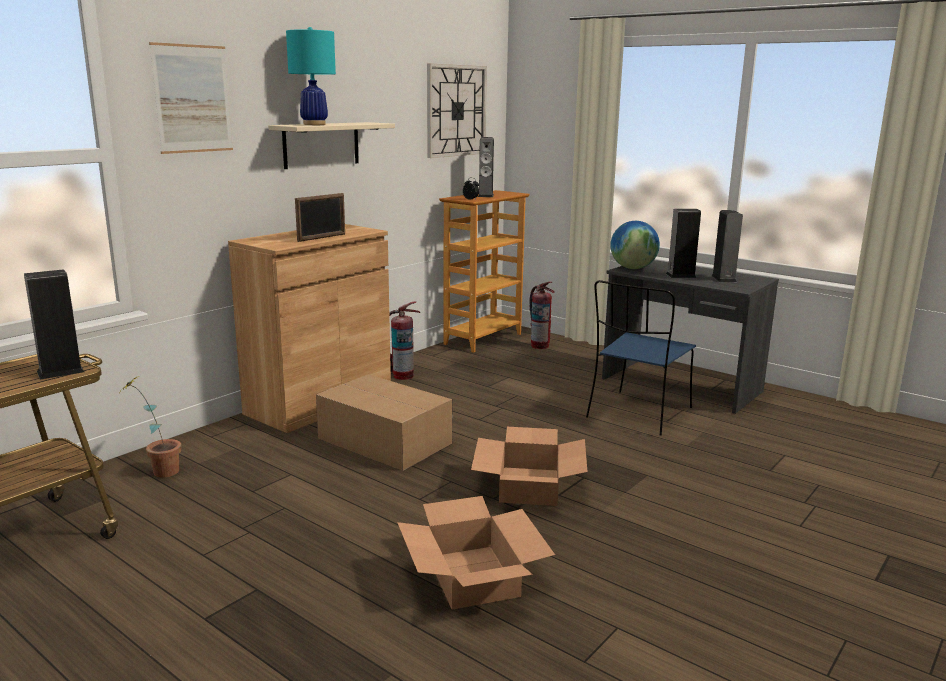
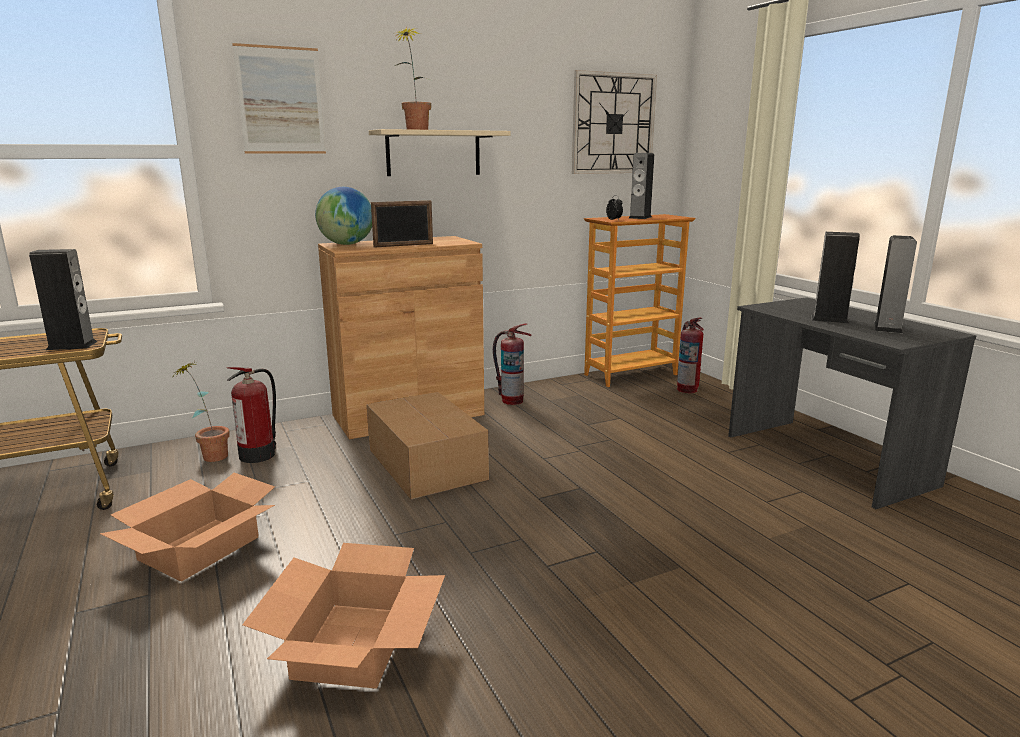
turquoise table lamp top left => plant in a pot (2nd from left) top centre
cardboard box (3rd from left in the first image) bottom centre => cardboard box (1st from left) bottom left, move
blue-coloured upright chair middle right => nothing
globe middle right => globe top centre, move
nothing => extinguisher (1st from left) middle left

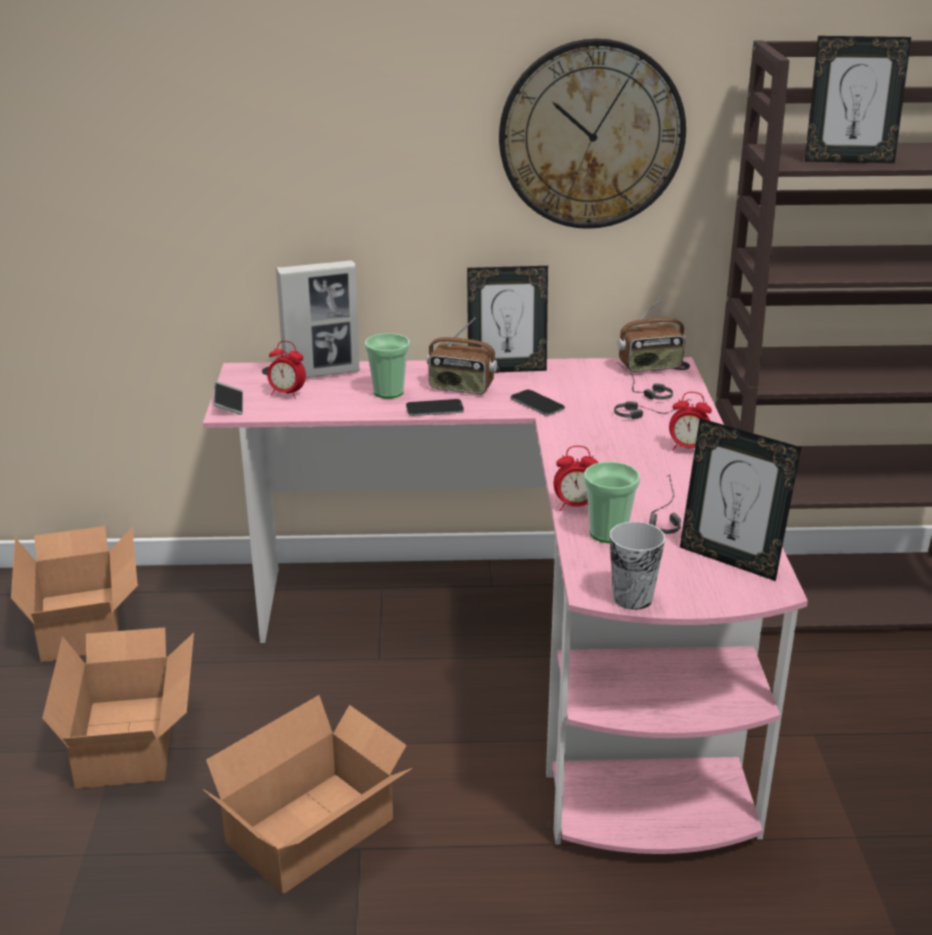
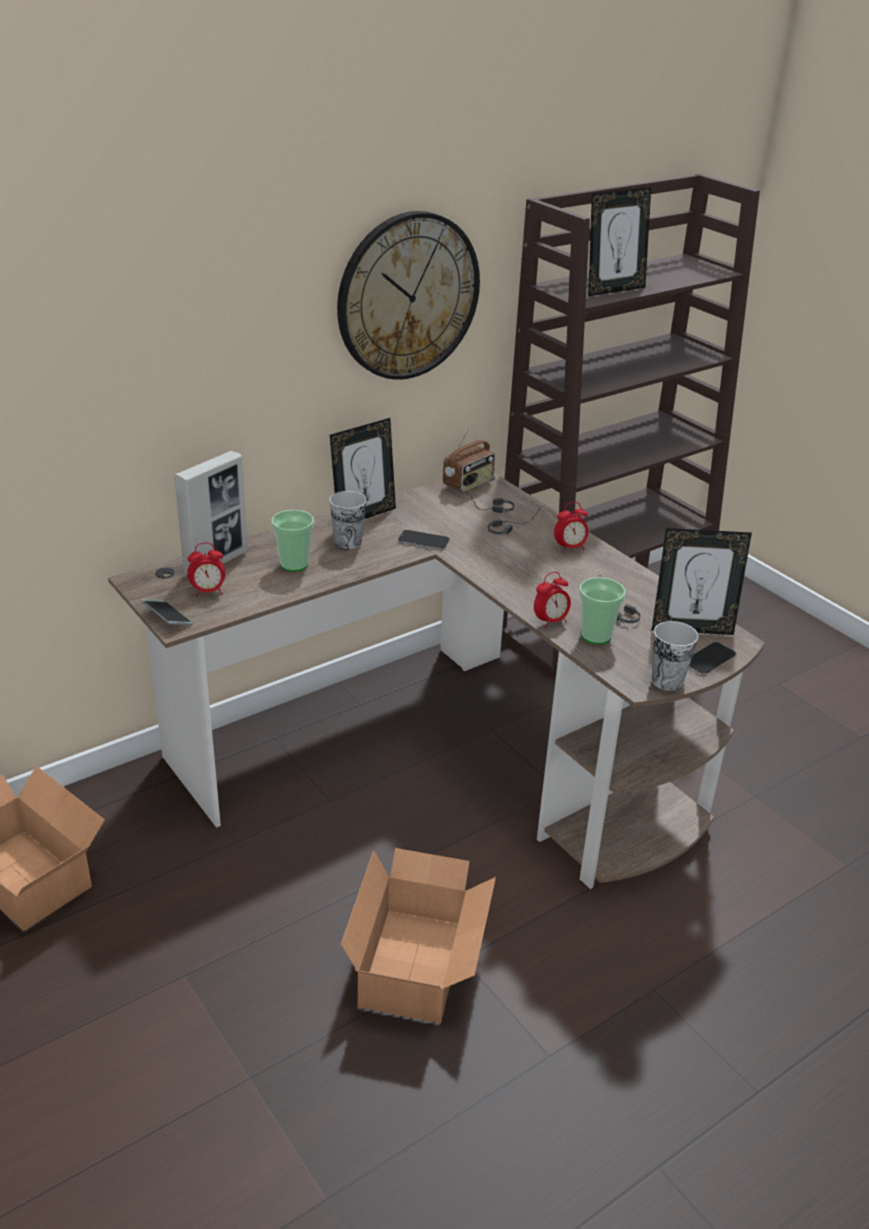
cardboard box (2nd from left) bottom left => nothing
pink-coloured desk table centre => brown desk table centre
telephone (2nd from left in the first image) centre => telephone (3rd from left) middle right, move
radio set (1st from left) centre => small cup (2nd from left) centre

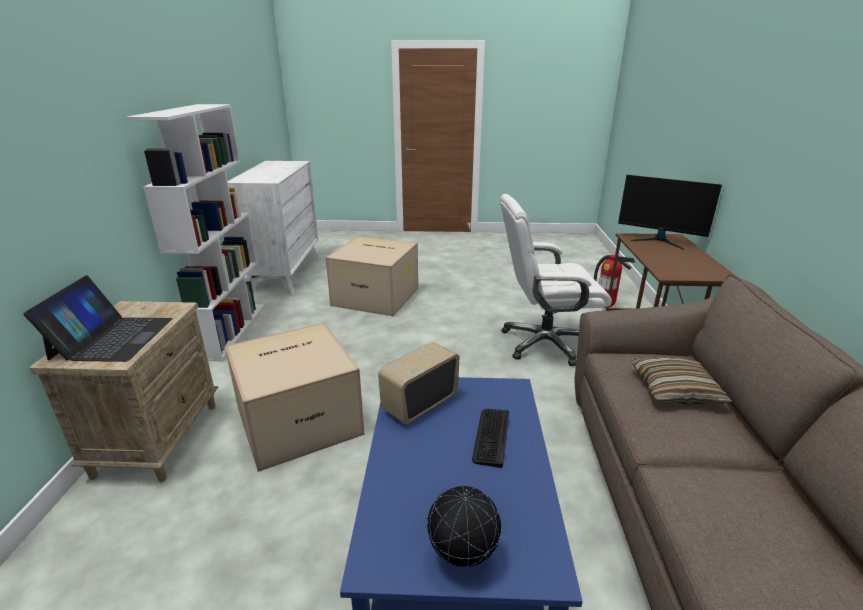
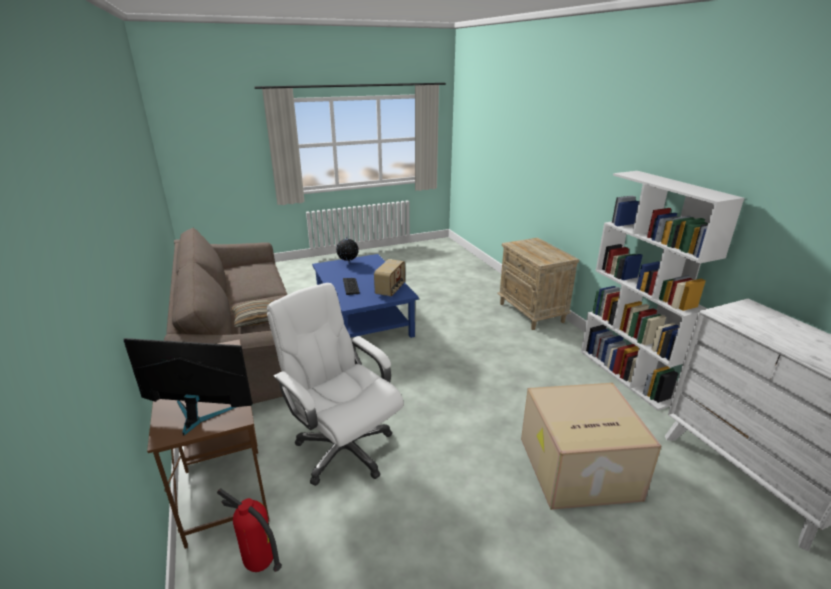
laptop middle left => nothing
cardboard box (1st from left) centre => nothing
white desk chair centre, 105 degrees counterclockwise

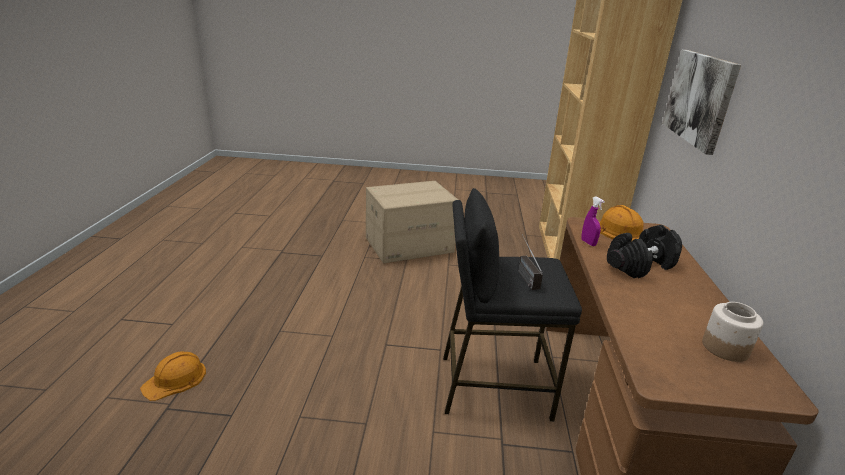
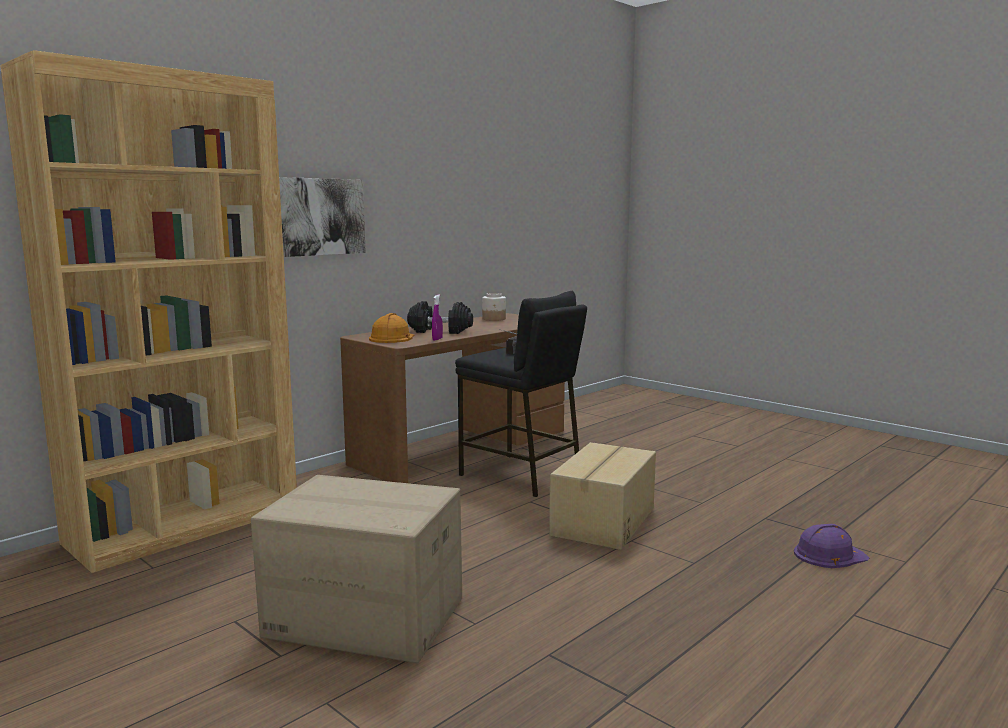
orange work helmet (1st from left) bottom left => purple work helmet bottom right
nothing => cardboard box (2nd from left) bottom centre

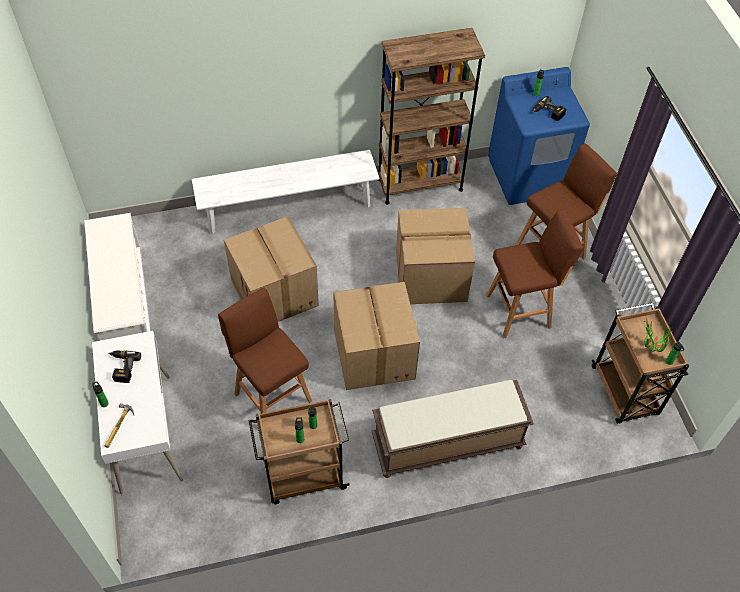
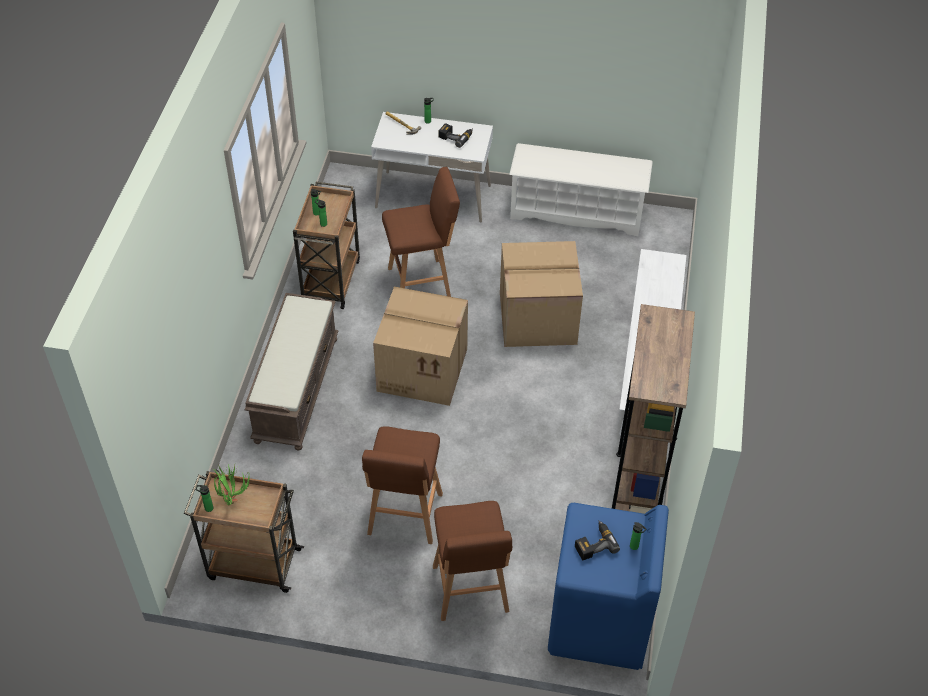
cardboard box (3rd from left) centre => nothing

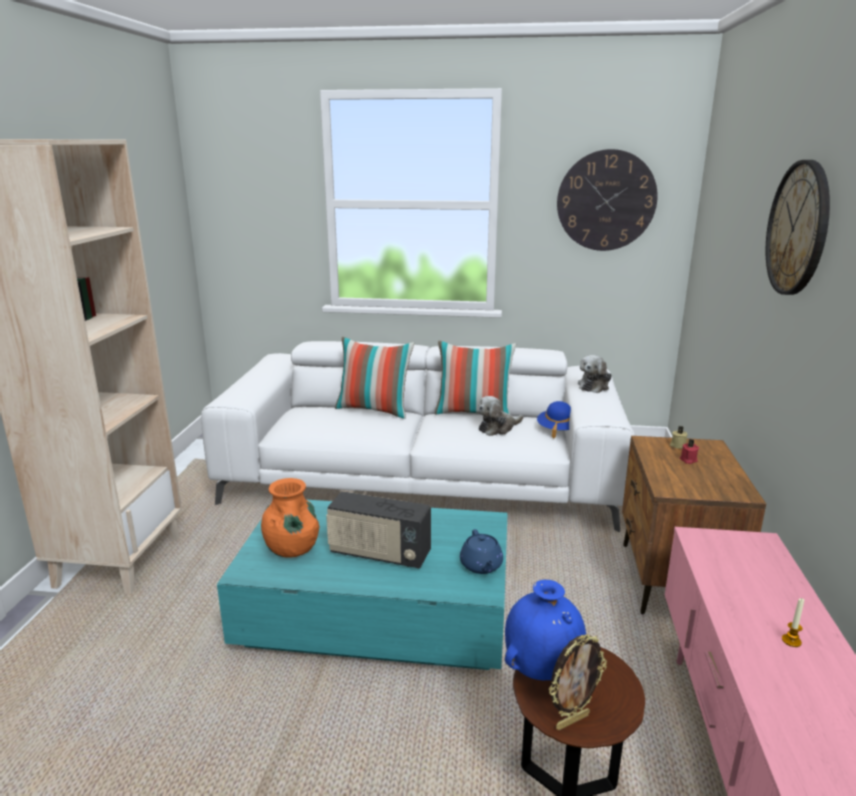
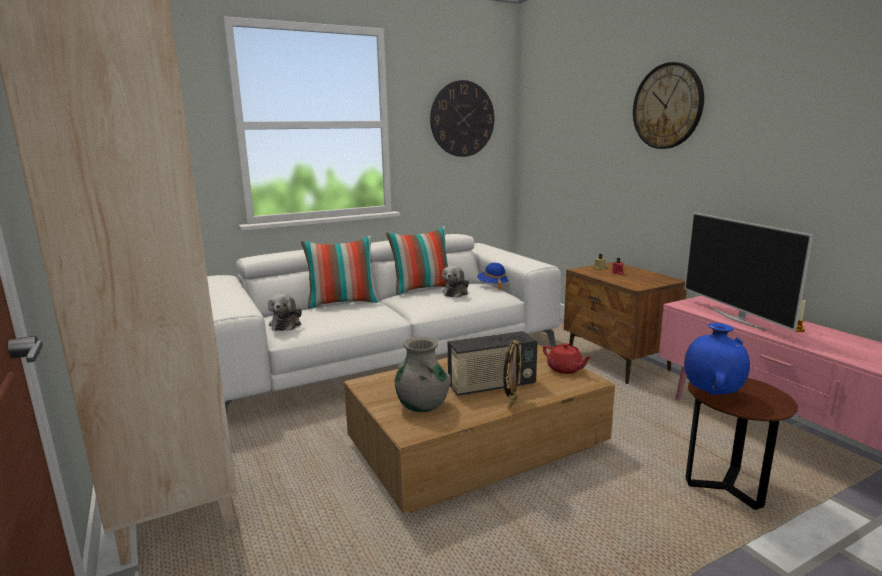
turquoise coffee table bottom centre => brown coffee table bottom centre
orange vase centre => grey vase centre
blue-coloured tea pot bottom centre => red tea pot centre
photo frame bottom right => photo frame centre, move
cuddly toy (2nd from left in the first image) middle right => cuddly toy (1st from left) middle left, move
nothing => TV set middle right

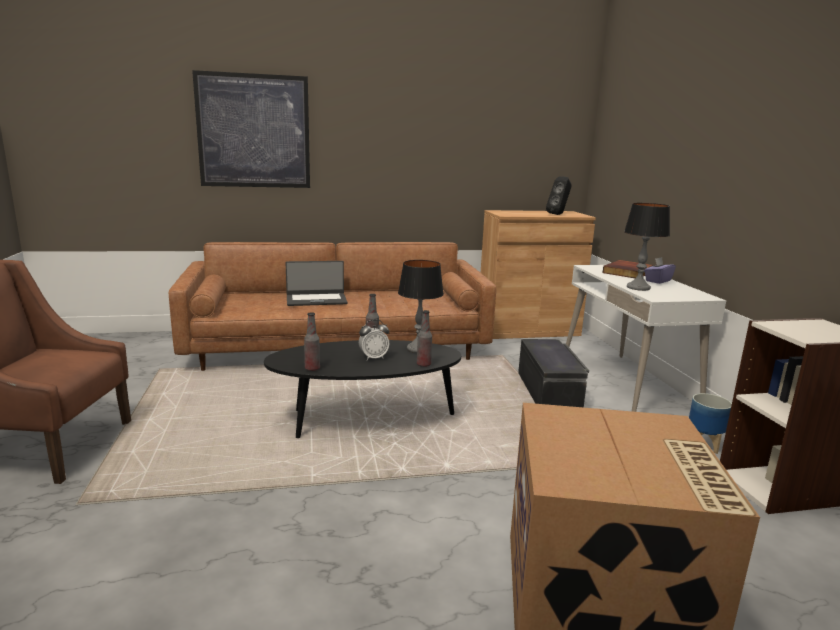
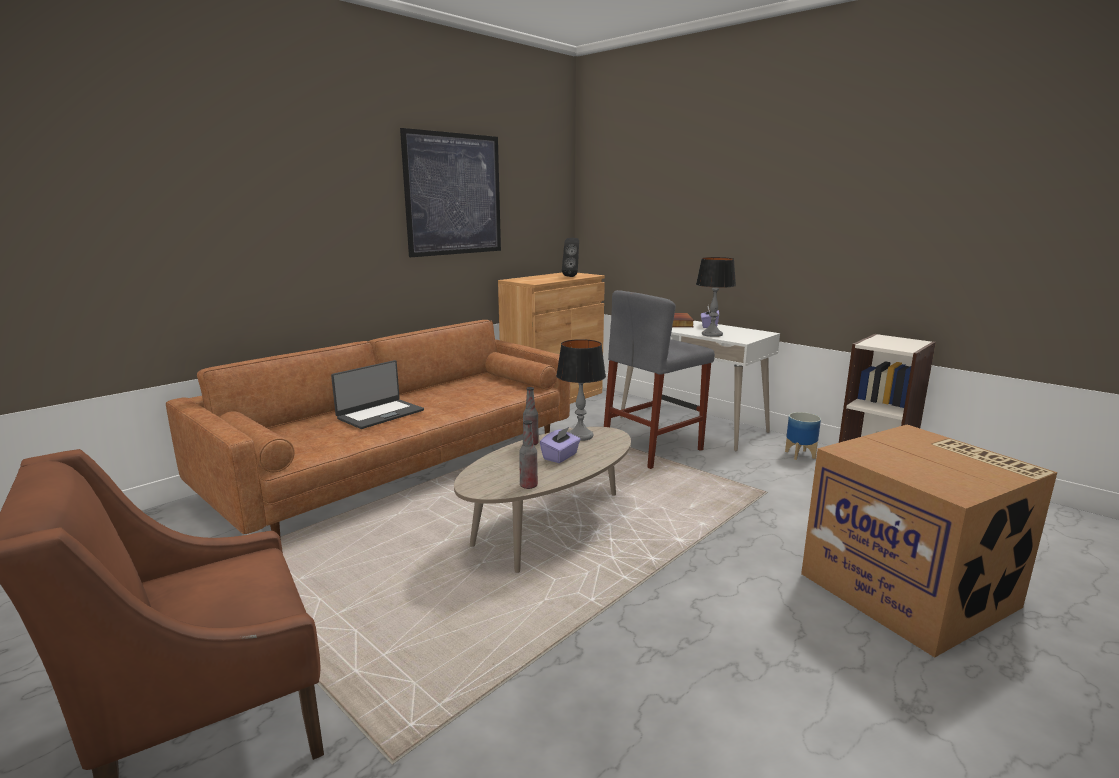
picture top left => picture top centre, move
black-coloured coffee table centre => beige coffee table centre
bedside clock centre => purple tissue holder (1st from left) centre
beverage bottle (3rd from left) centre => nothing
black-coloured storage bin centre => grey sitting stool centre

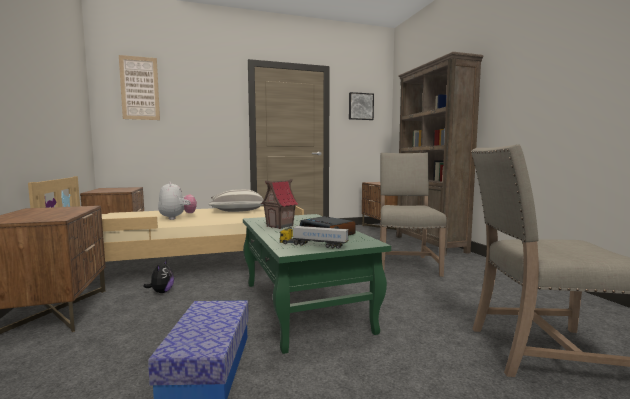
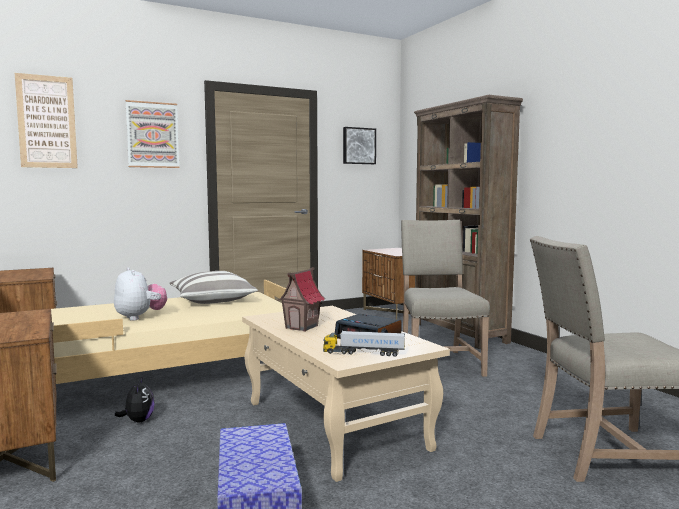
green-coloured coffee table bottom centre => beige coffee table bottom centre
nothing => picture (2nd from left) top left

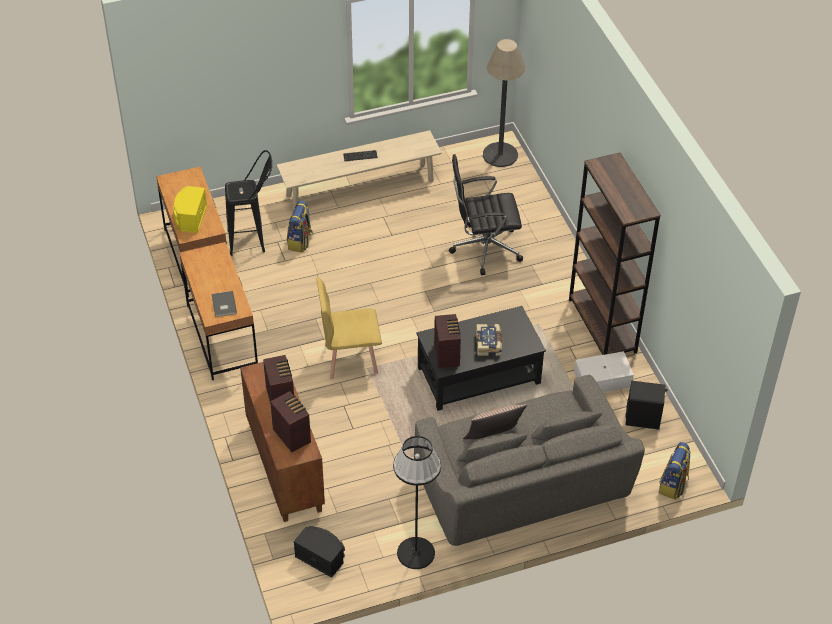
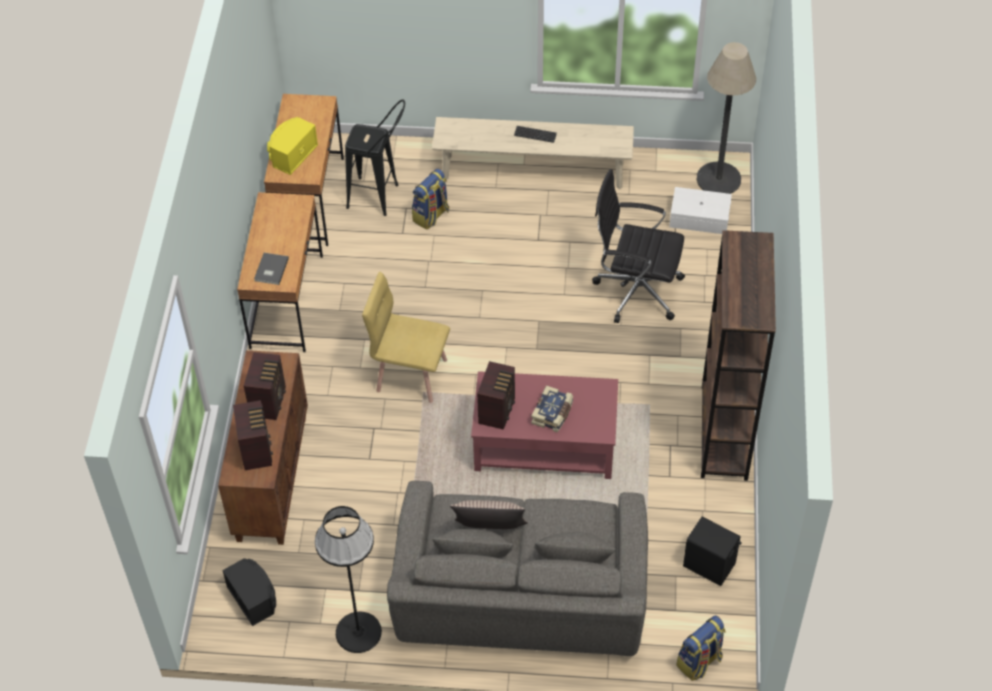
black-coloured coffee table centre => red coffee table centre
white storage bin middle right => white storage bin top right, move

